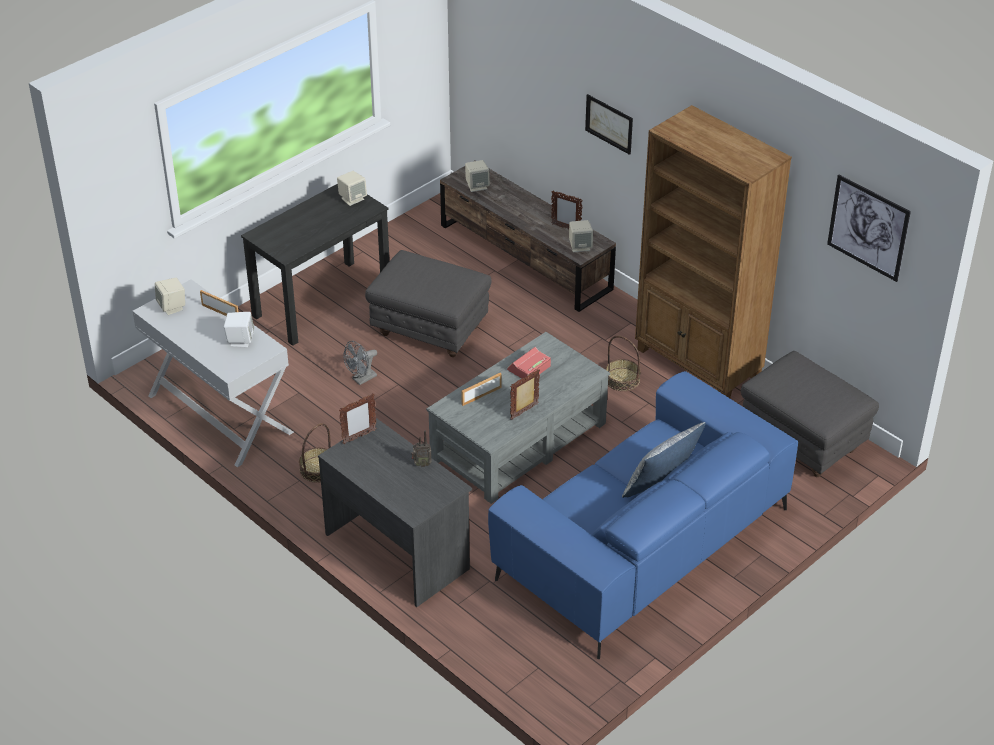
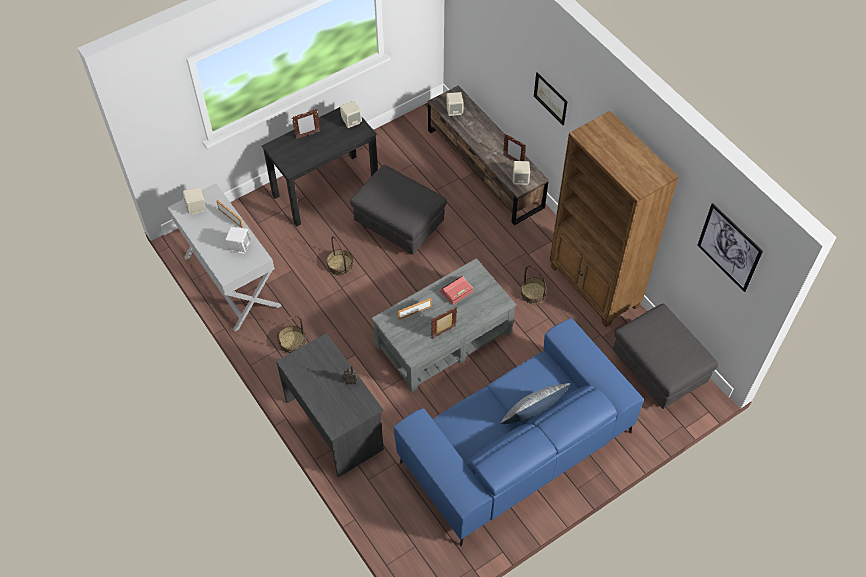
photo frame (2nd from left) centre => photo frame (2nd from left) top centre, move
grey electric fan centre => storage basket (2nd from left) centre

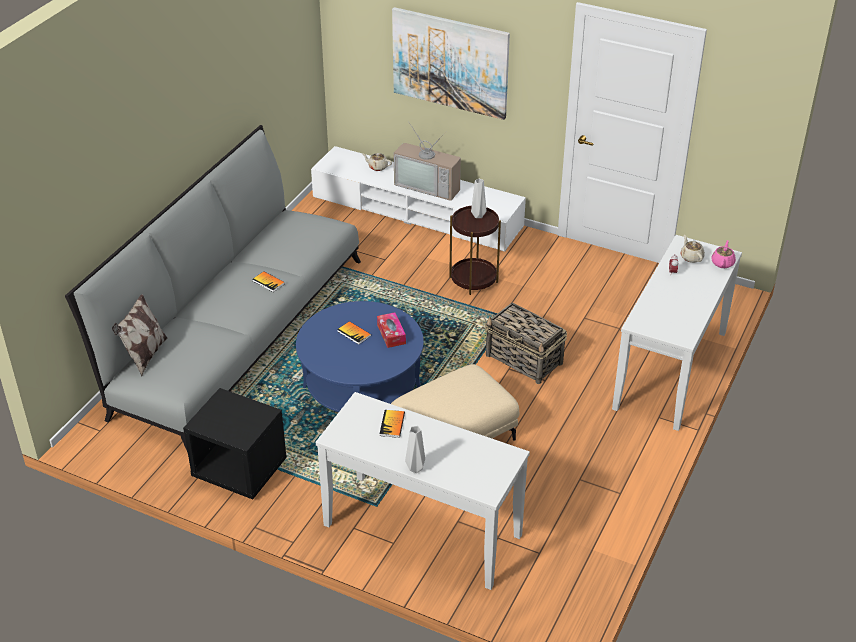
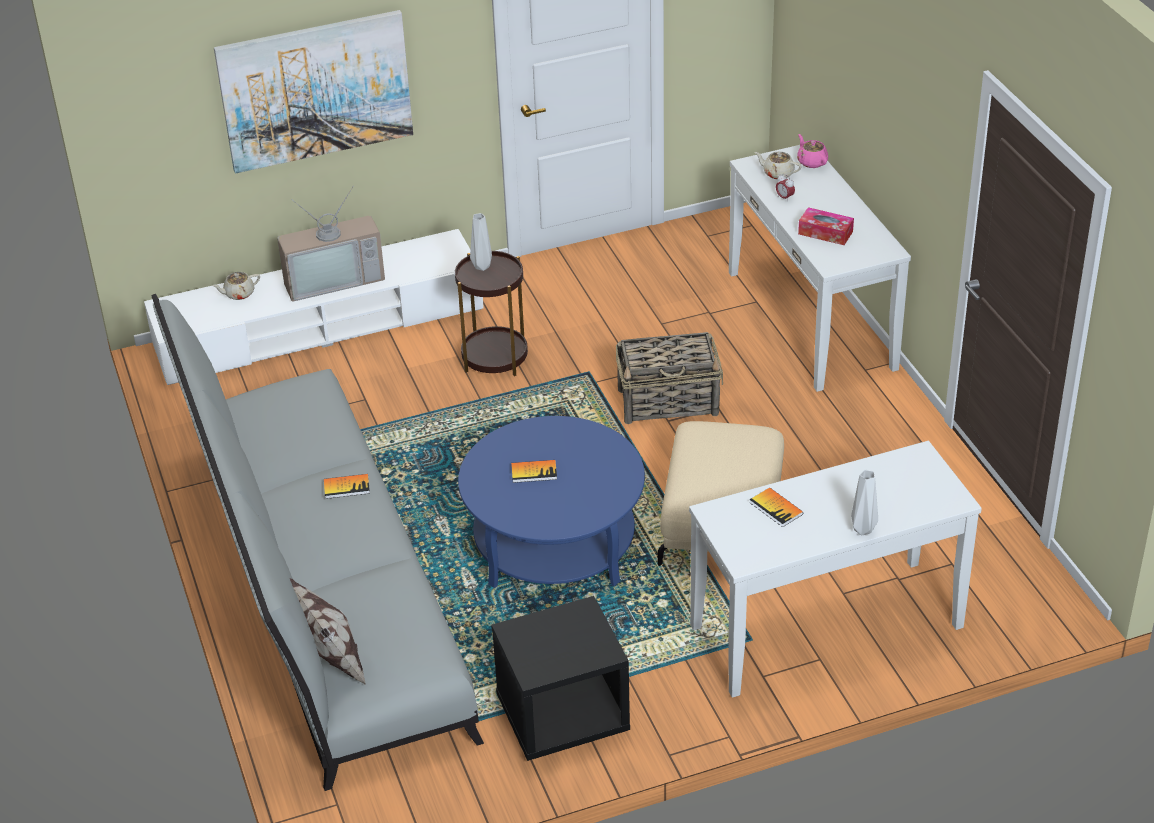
tissue holder centre => tissue holder top right, move

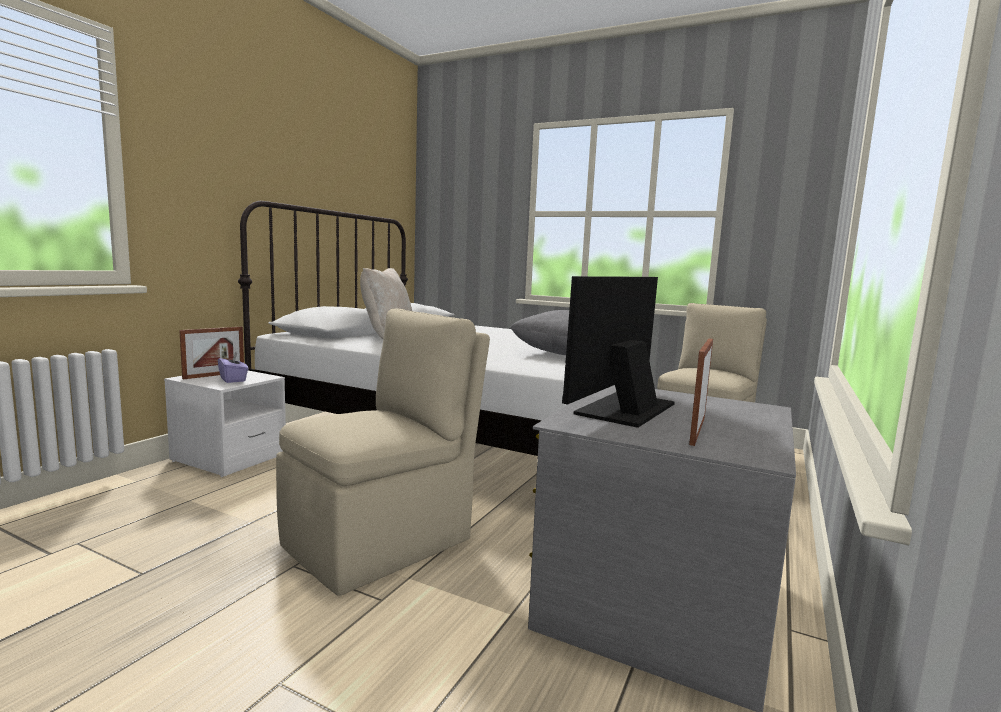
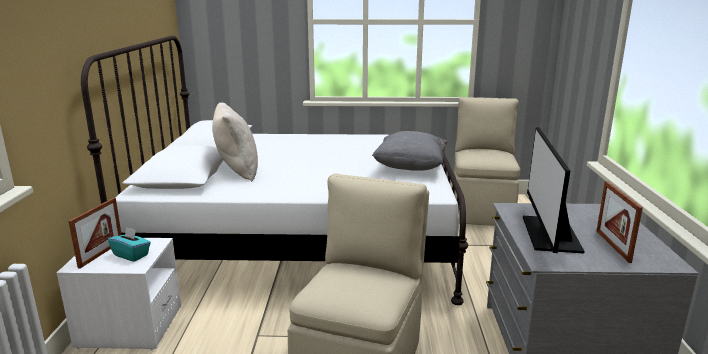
purple tissue holder middle left => turquoise tissue holder bottom left

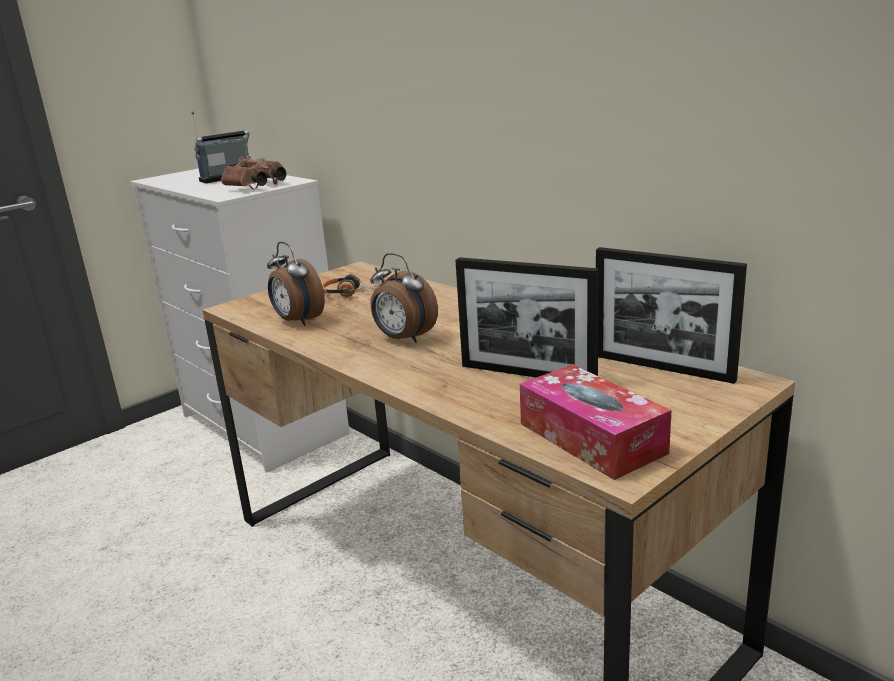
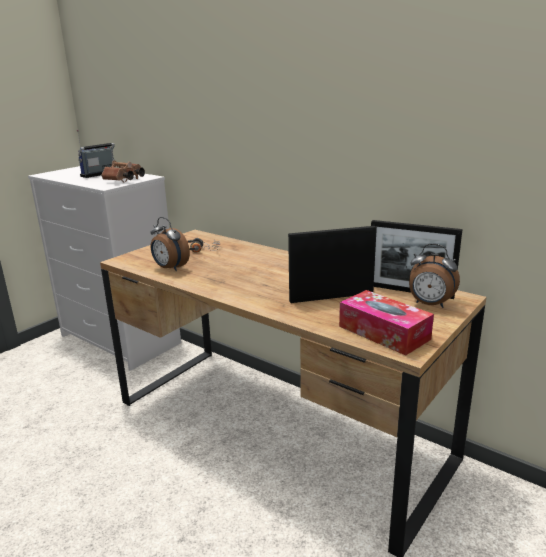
bedside clock (2nd from left) centre => bedside clock (2nd from left) middle right, move
photo frame (1st from left) centre, 150 degrees clockwise

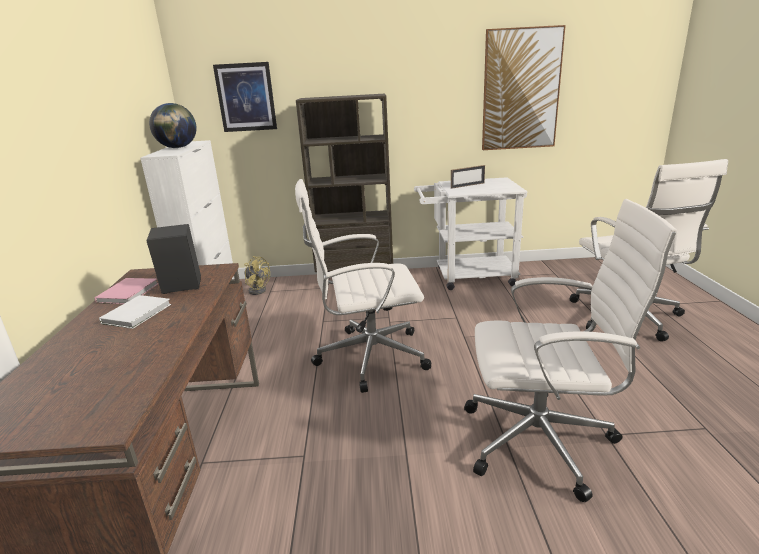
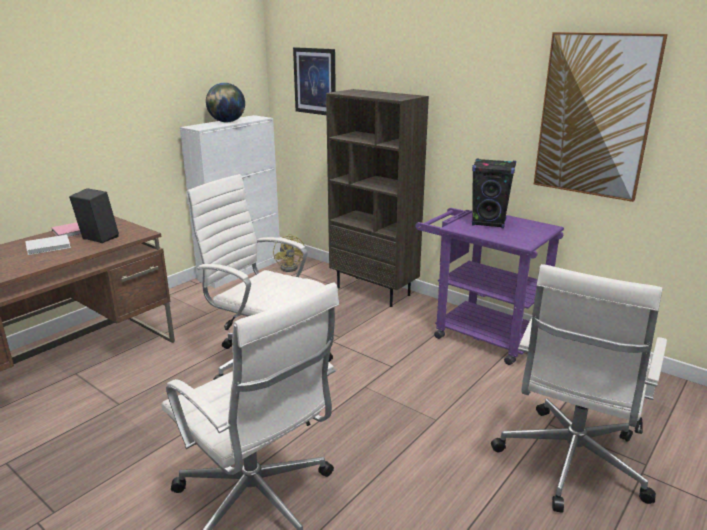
white cart centre => purple cart middle right
photo frame top centre => black-coloured speaker (2nd from left) middle right

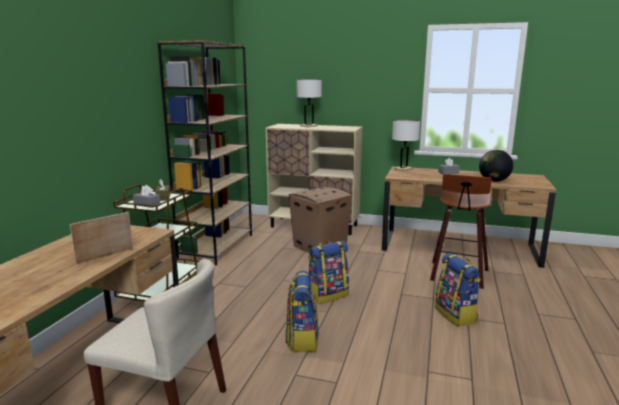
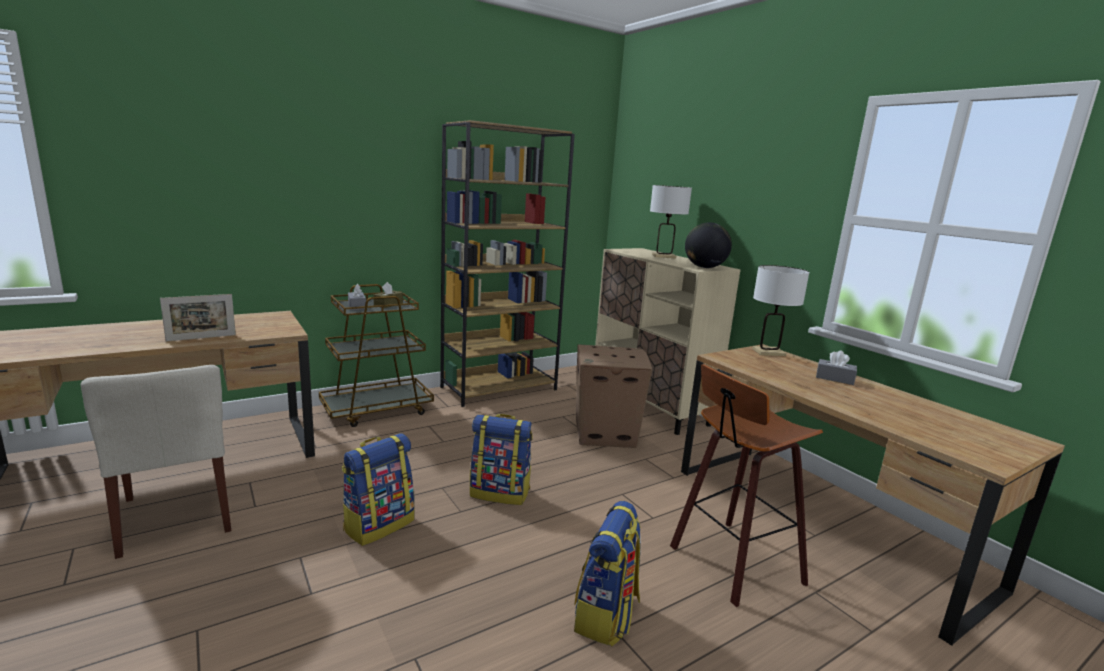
photo frame middle left, 150 degrees clockwise
globe middle right => globe centre, move

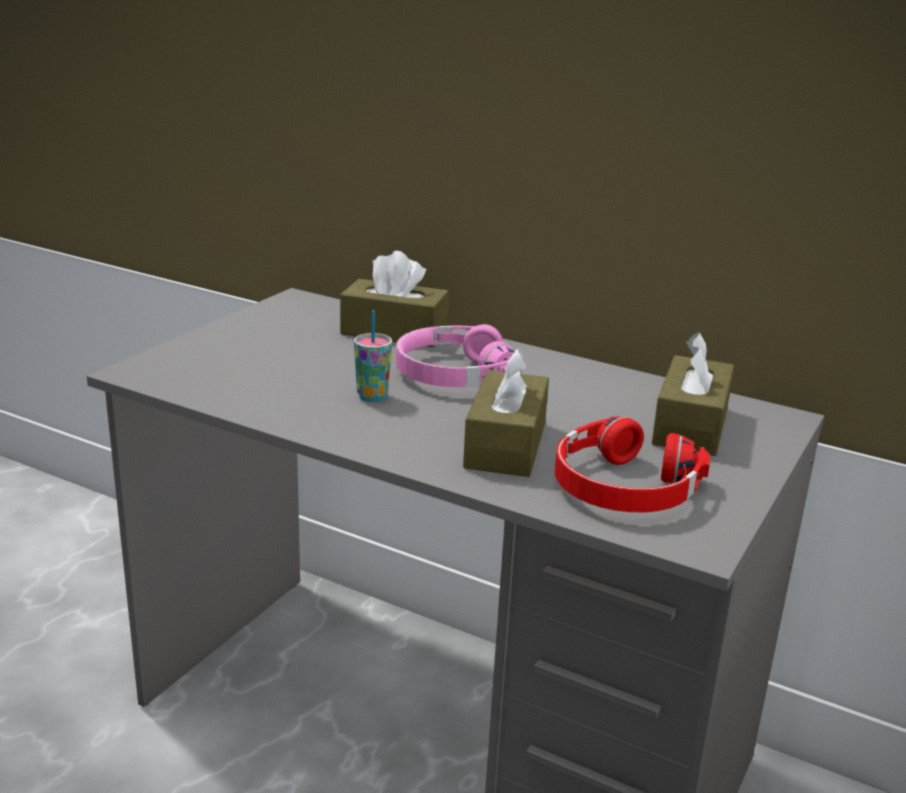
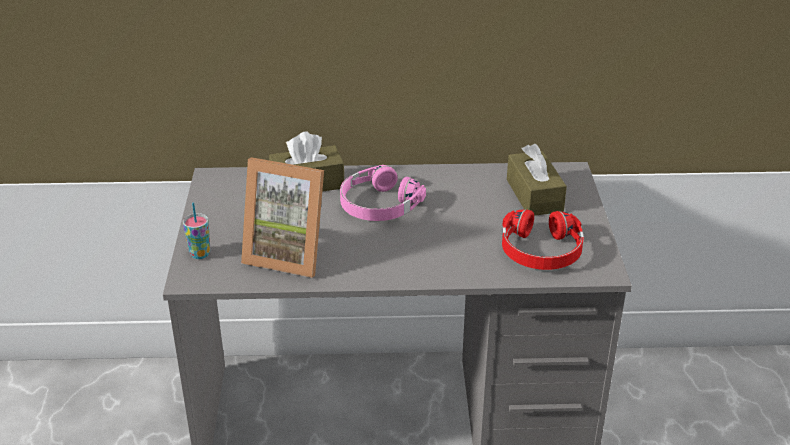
small cup centre => small cup middle left, move
brown tissue holder (2nd from left) centre => nothing
nothing => photo frame centre

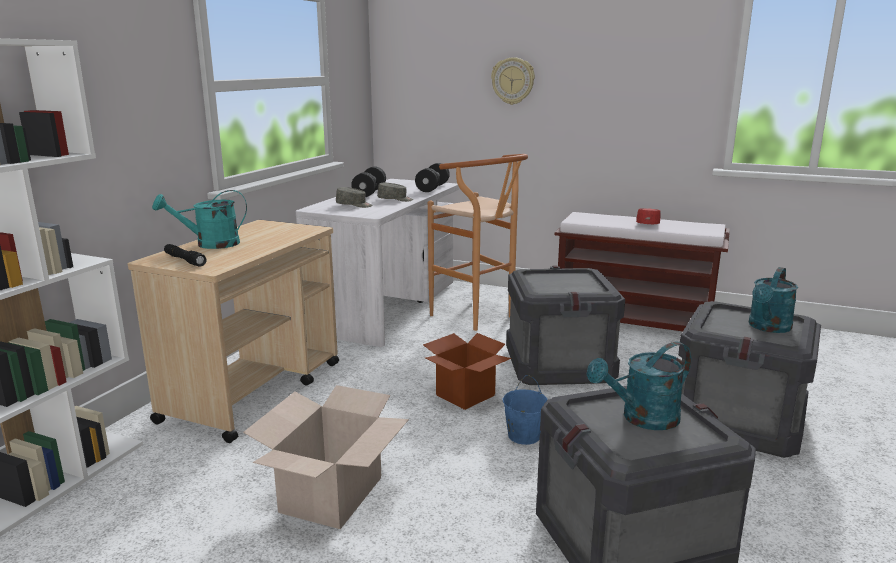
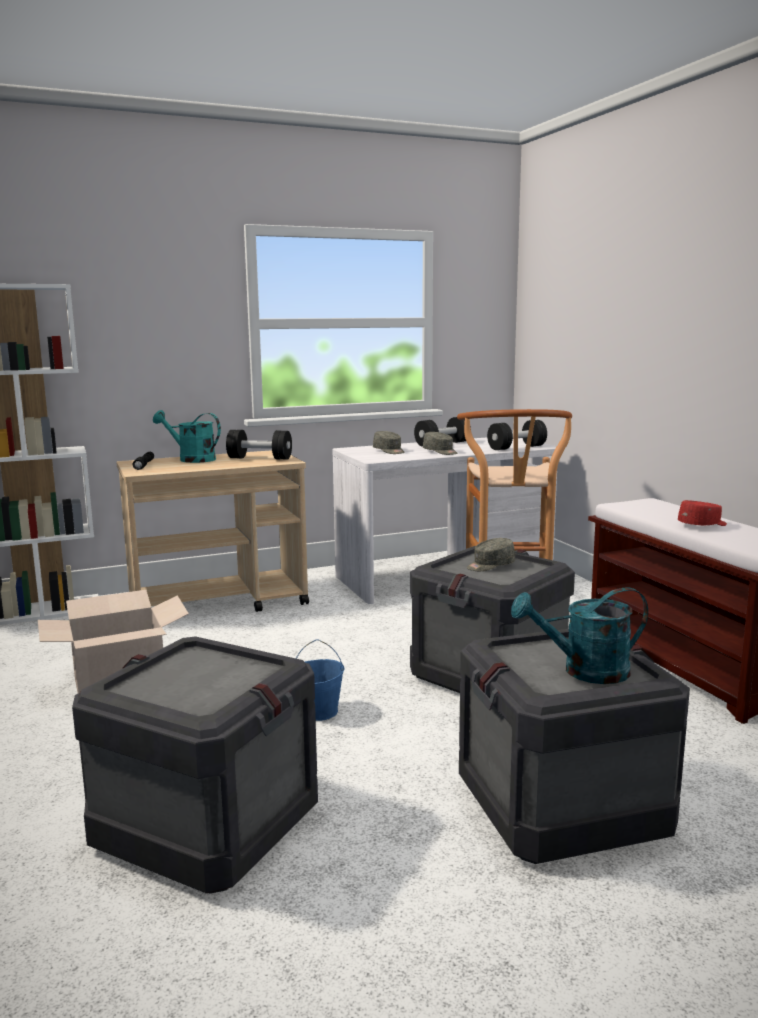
cardboard box (2nd from left) centre => nothing
hanging clock top centre => nothing
turquoise watering pot (2nd from left) bottom right => nothing
nothing => black-coloured hand weight (1st from left) centre
nothing => grey peaked cap (3rd from left) centre

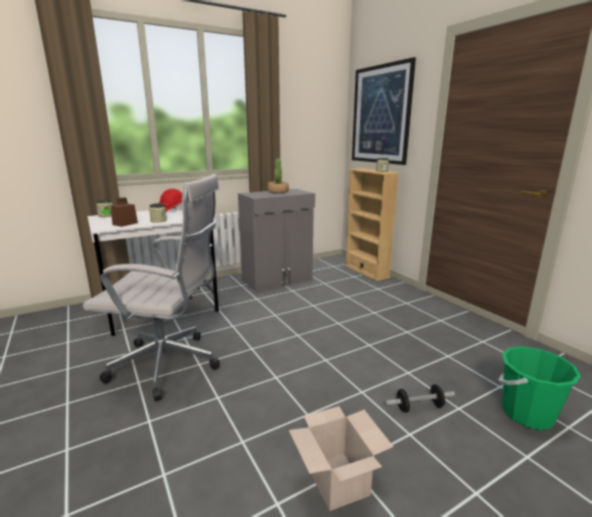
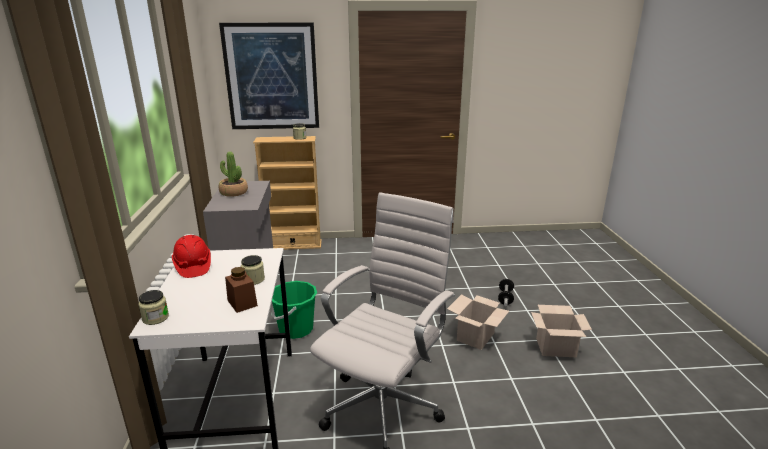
green-coloured water bucket bottom right => green-coloured water bucket bottom centre, move
nothing => cardboard box (1st from left) bottom centre

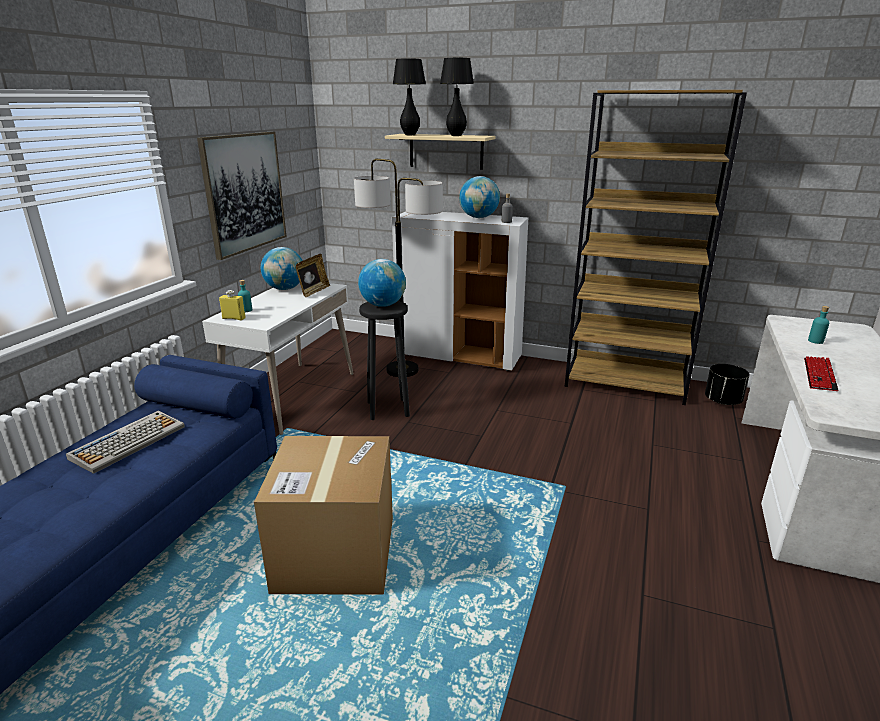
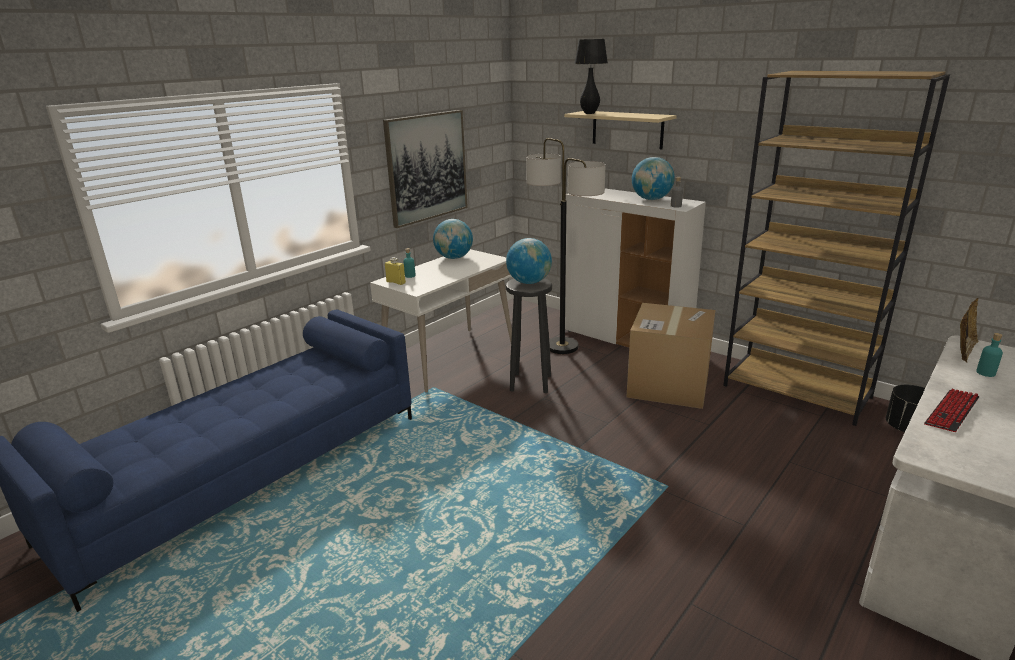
PC keyboard (1st from left) middle left => nothing
cardboard box bottom centre => cardboard box centre, move
photo frame centre => photo frame middle right, move
black-coloured table lamp (2nd from left) top centre => nothing

